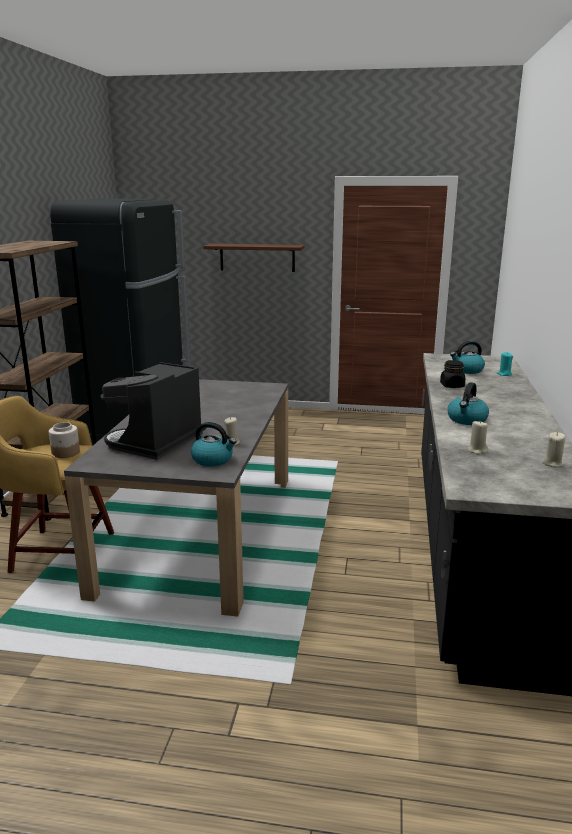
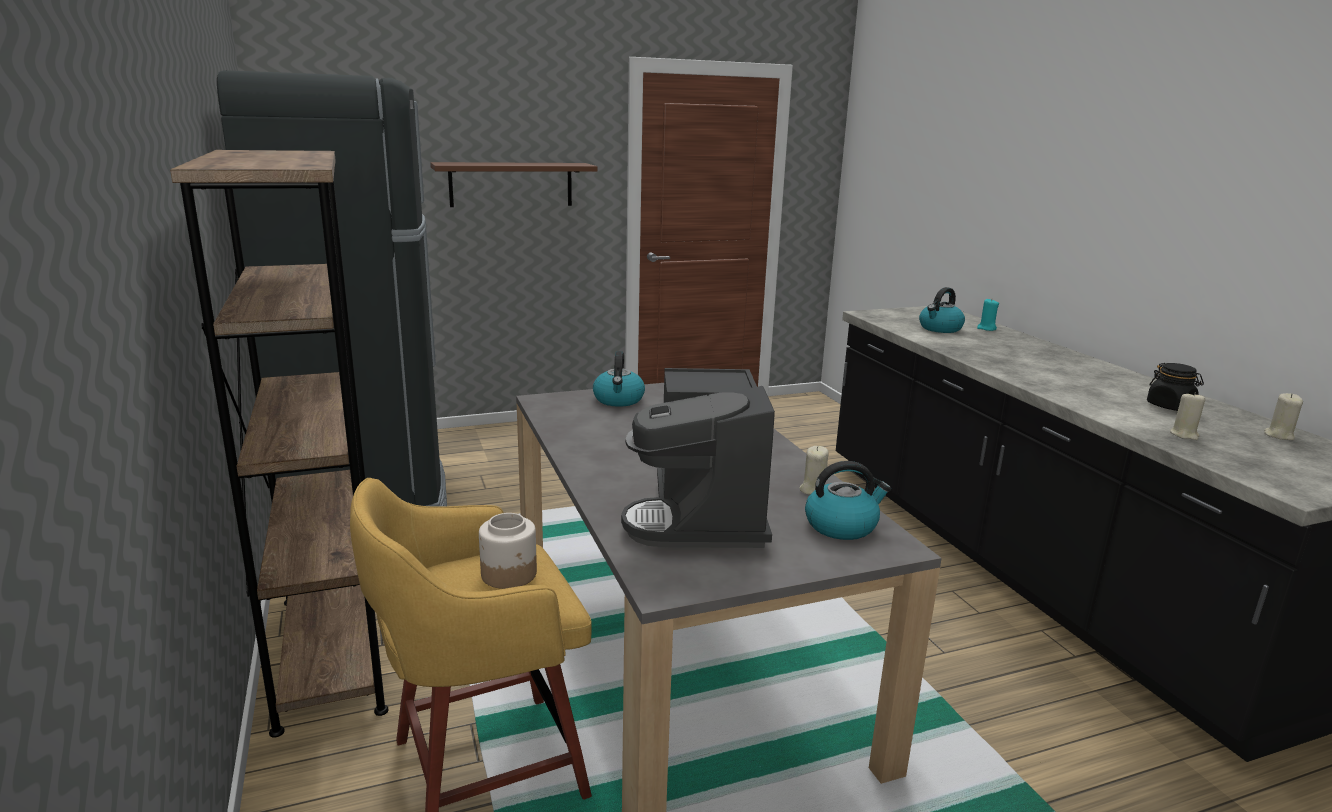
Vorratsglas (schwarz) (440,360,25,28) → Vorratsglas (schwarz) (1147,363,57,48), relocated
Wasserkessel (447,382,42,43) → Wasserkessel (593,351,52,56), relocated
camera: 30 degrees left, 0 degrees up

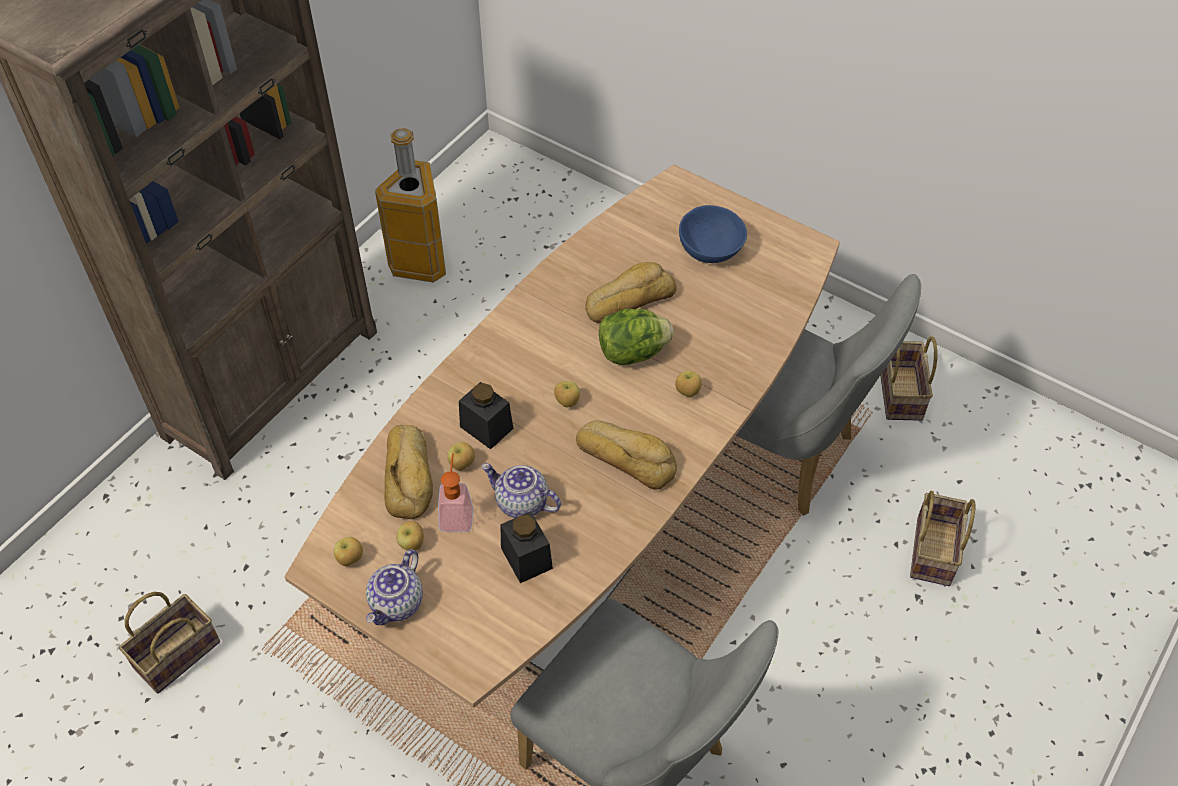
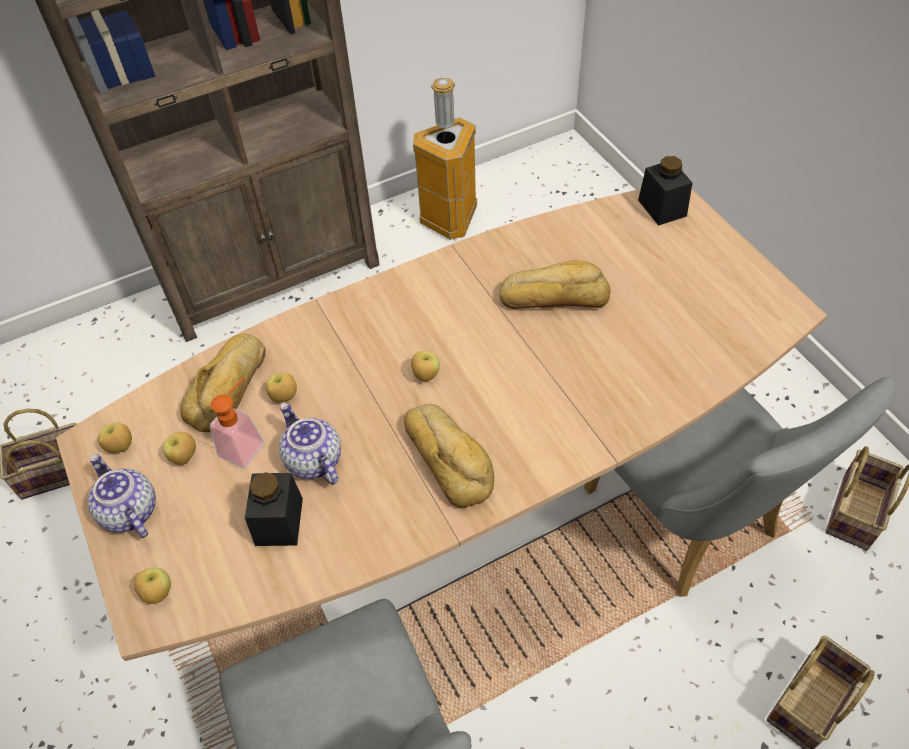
Teekanne (366,549,57,76) → Teekanne (88,454,68,84), 90 degrees clockwise
Vorratsglas (schwarz) (459,382,54,67) → Vorratsglas (schwarz) (638,156,54,70), relocated
Salatkopf (599,309,75,56) → -
Apfel (675,371,27,26) → Apfel (134,568,37,36), relocated
Schüssel (blau) (679,205,68,58) → -
camera: 30 degrees right, 0 degrees up

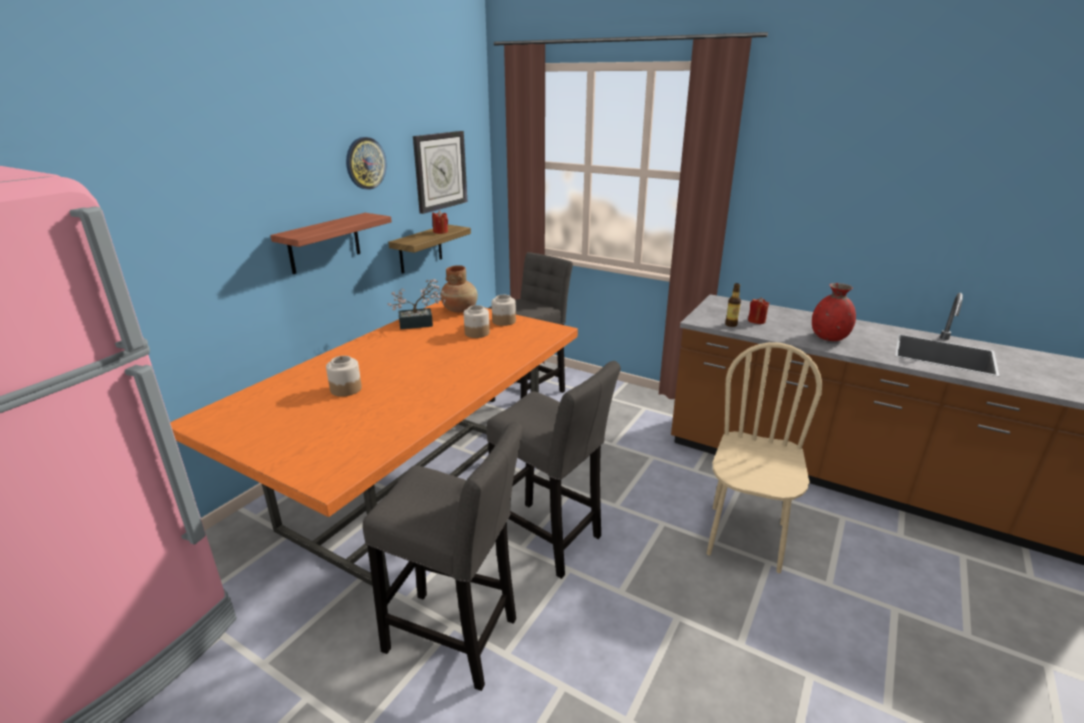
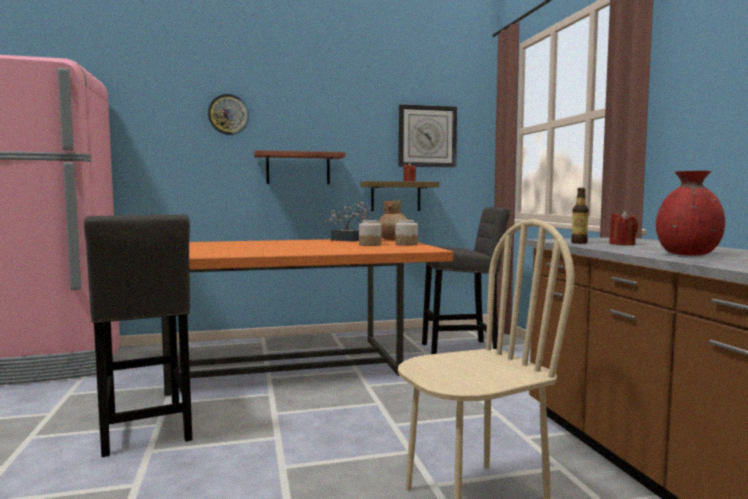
Vorratsglas (326,356,36,41) → -
Wanduhr (346,137,41,53) → Wanduhr (208,94,41,41), relocated
Hocker (grau) (487,361,134,218) → -
camera: 45 degrees right, 20 degrees down

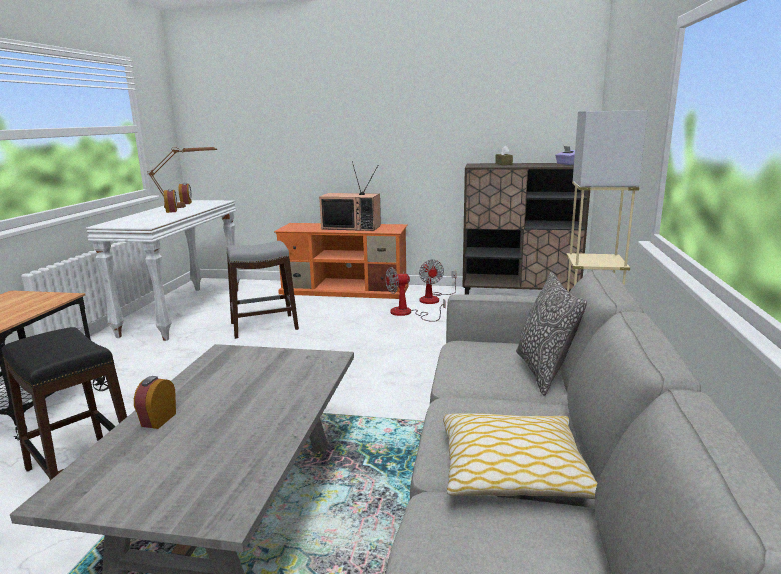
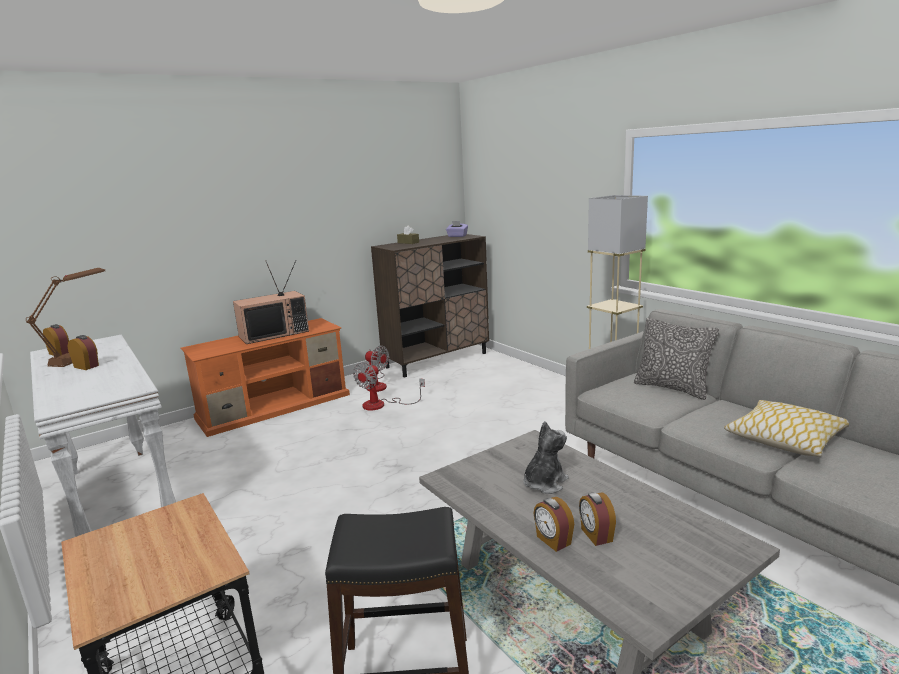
Hocker (grau) (226,241,73,98) → -
- → Plüschtier (523,421,46,73)
- → Wecker (579,492,37,54)
camera: 45 degrees left, 0 degrees up

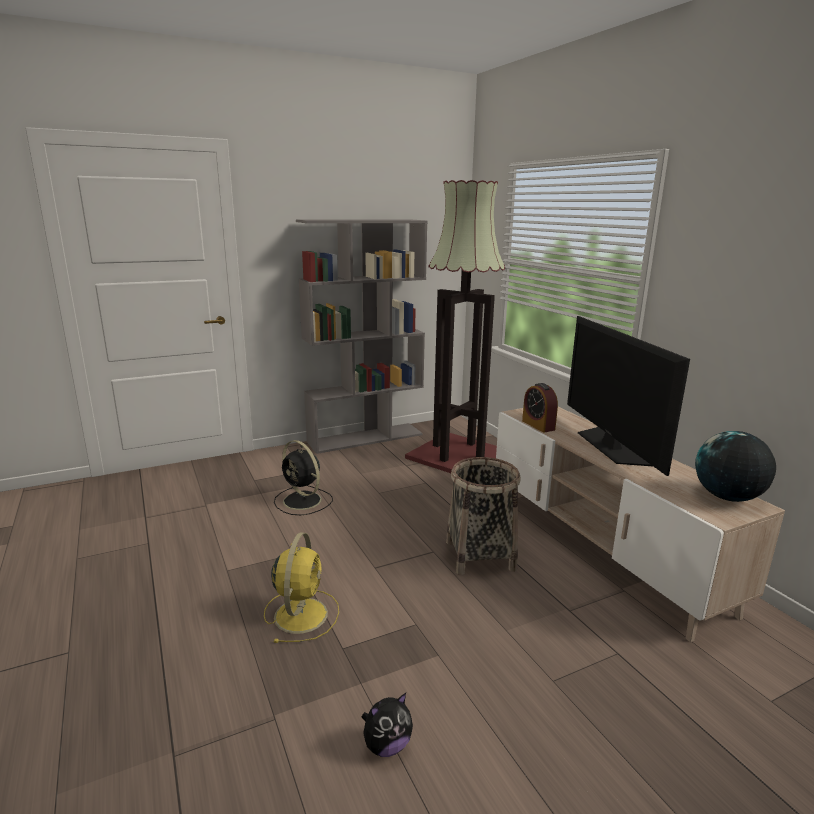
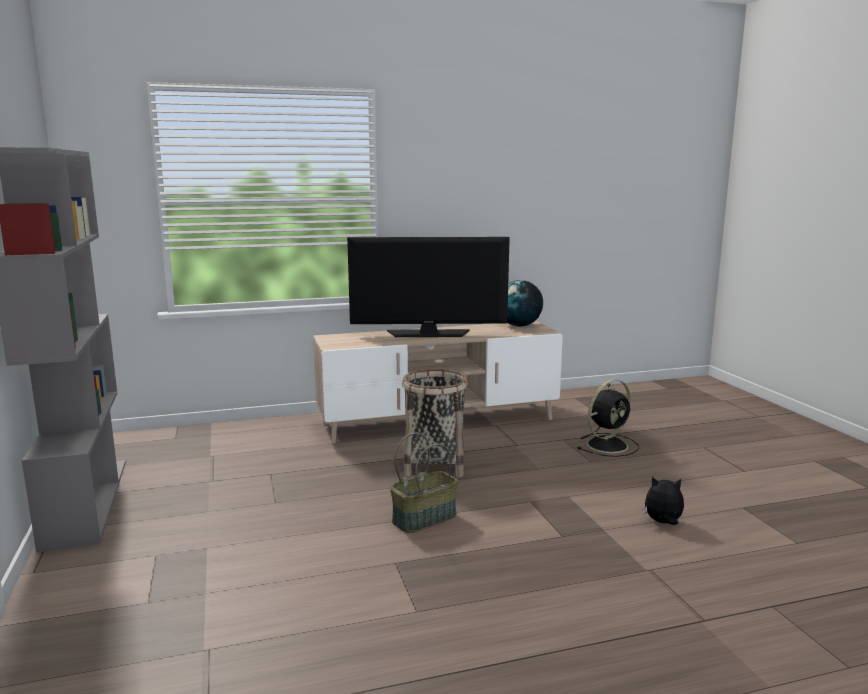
Ventilator (gelb) (264,532,75,111) → -
Ventilator (schwarz) (274,440,59,75) → Ventilator (schwarz) (578,379,61,78), relocated
Plüschtier (361,693,52,64) → Plüschtier (643,476,41,49), 60 degrees counterclockwise
Stehlampe (405,180,100,293) → -
Wecker (522,383,36,49) → -
- → Korb (390,432,68,101)
camera: 80 degrees left, 5 degrees down

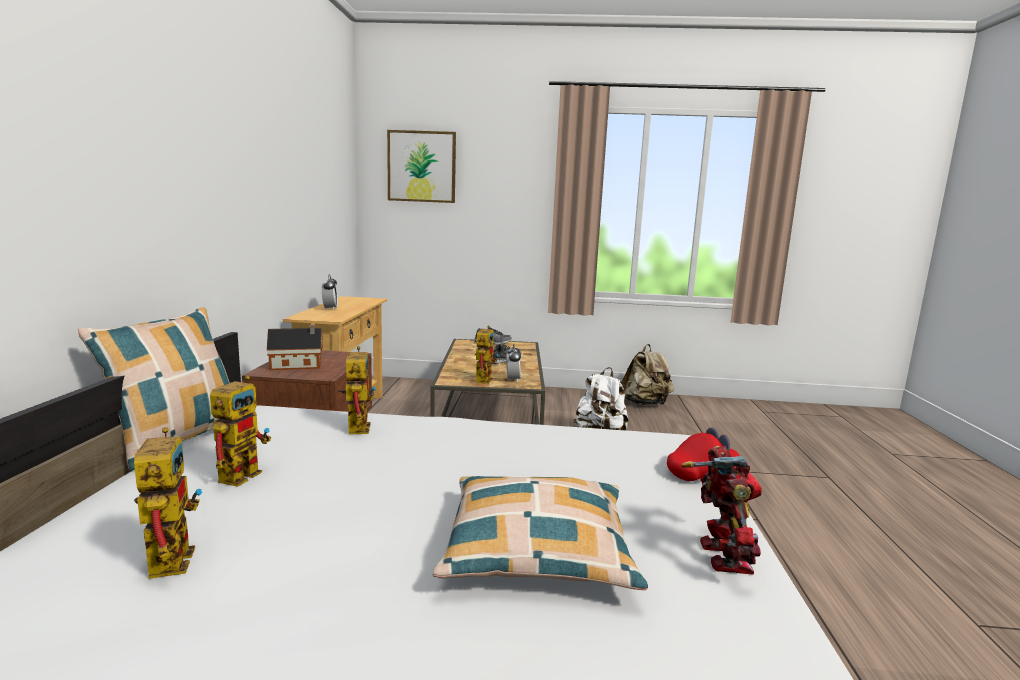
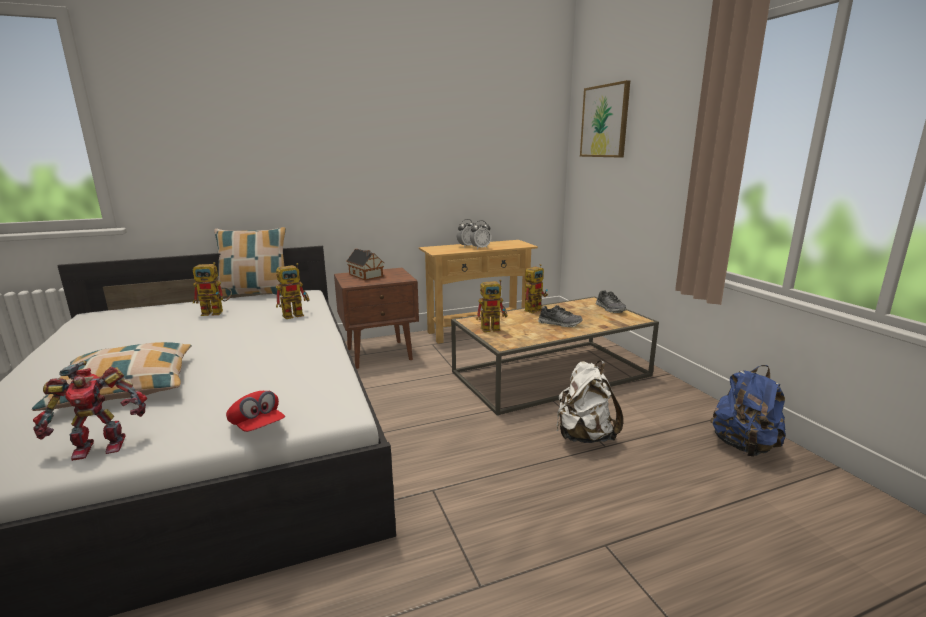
Spielzeugroboter (134,427,68,152) → Spielzeugroboter (525,264,23,49), relocated
Wecker (506,344,15,39) → Wecker (470,220,21,29), relocated
Rucksack (beige) (621,344,53,61) → Rucksack (blau) (711,365,75,92)
camera: 65 degrees right, 5 degrees up

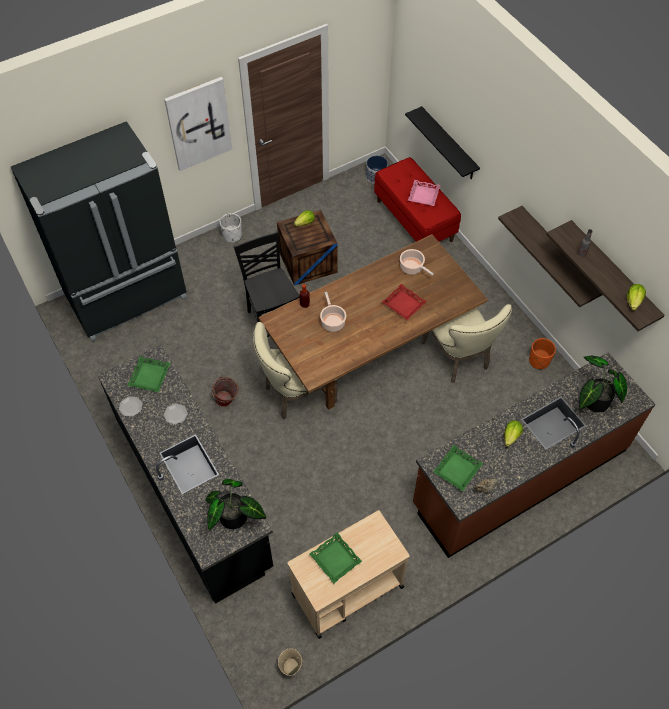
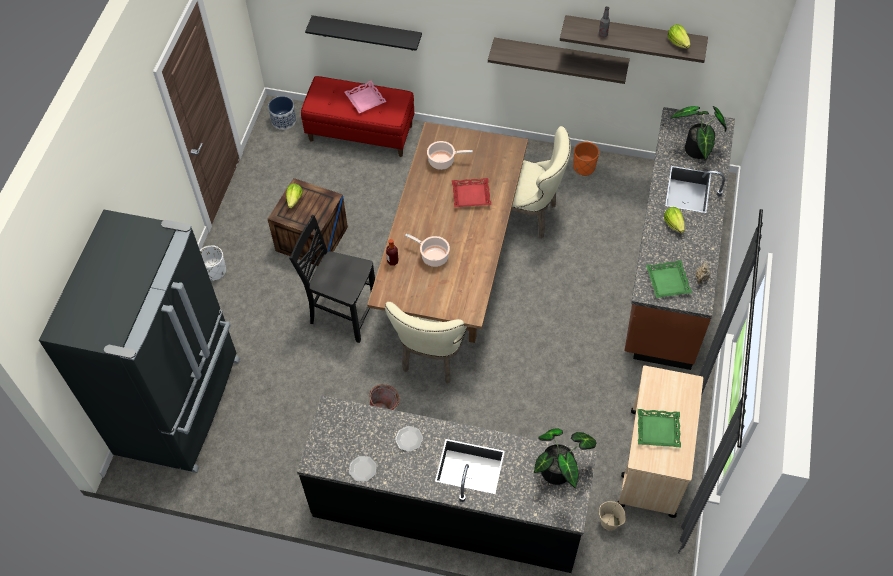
Tablett (grün) (127,356,43,37) → -
Bild (164,77,68,94) → -
Eimer (beige) (278,648,24,28) → Eimer (beige) (599,501,27,30), relocated
camera: 45 degrees left, 0 degrees up

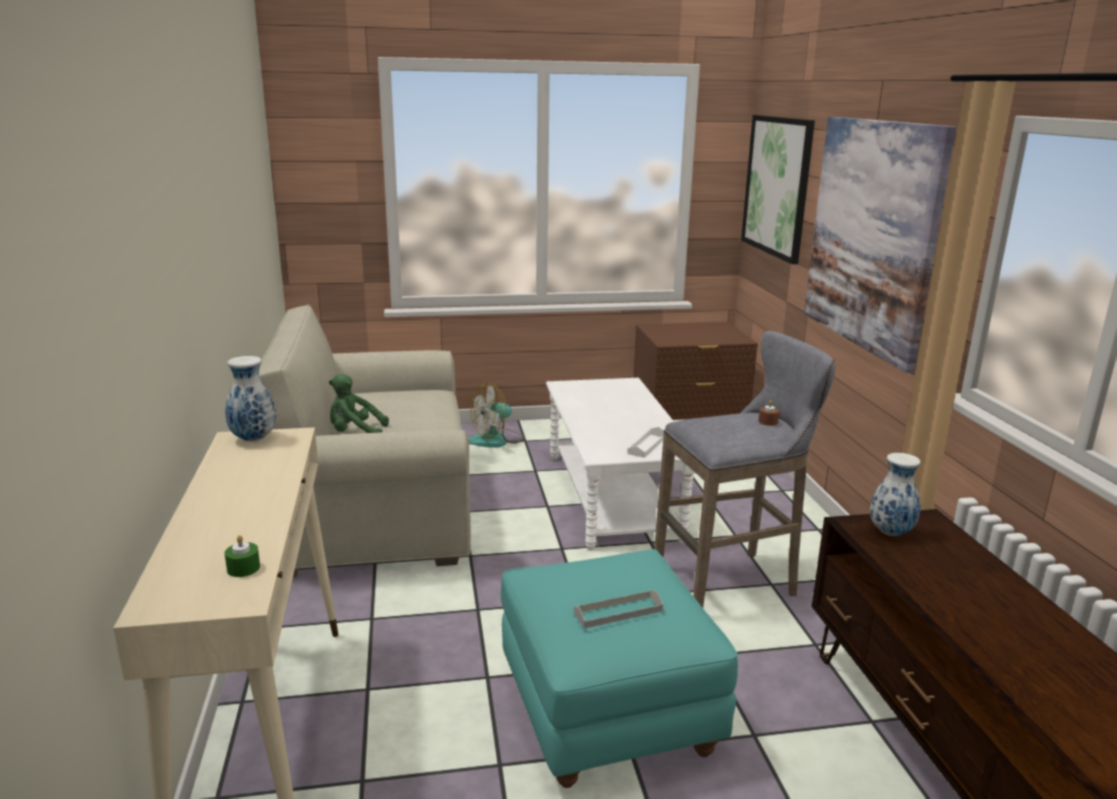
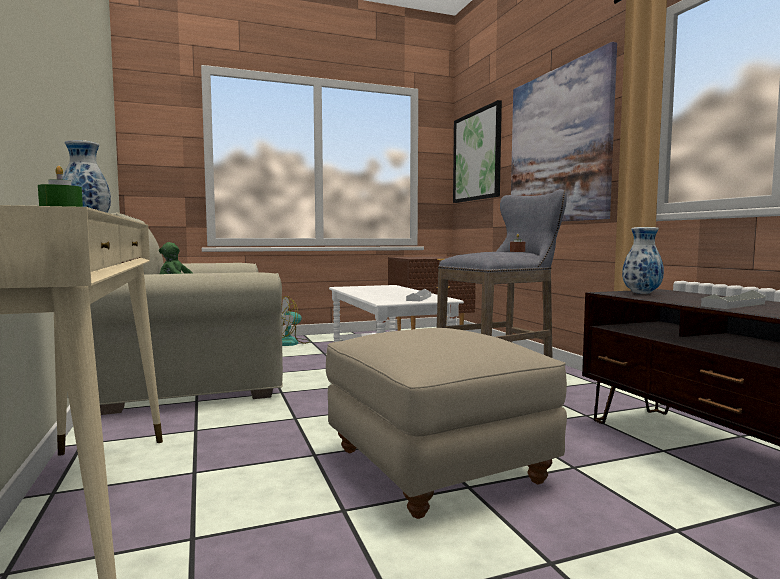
Polsterhocker (türkis) (501,549,237,239) → Polsterhocker (beige) (326,328,241,191)
Tablett (grau) (574,590,89,39) → Tablett (grau) (701,290,65,19), relocated
camera: 10 degrees left, 15 degrees down

